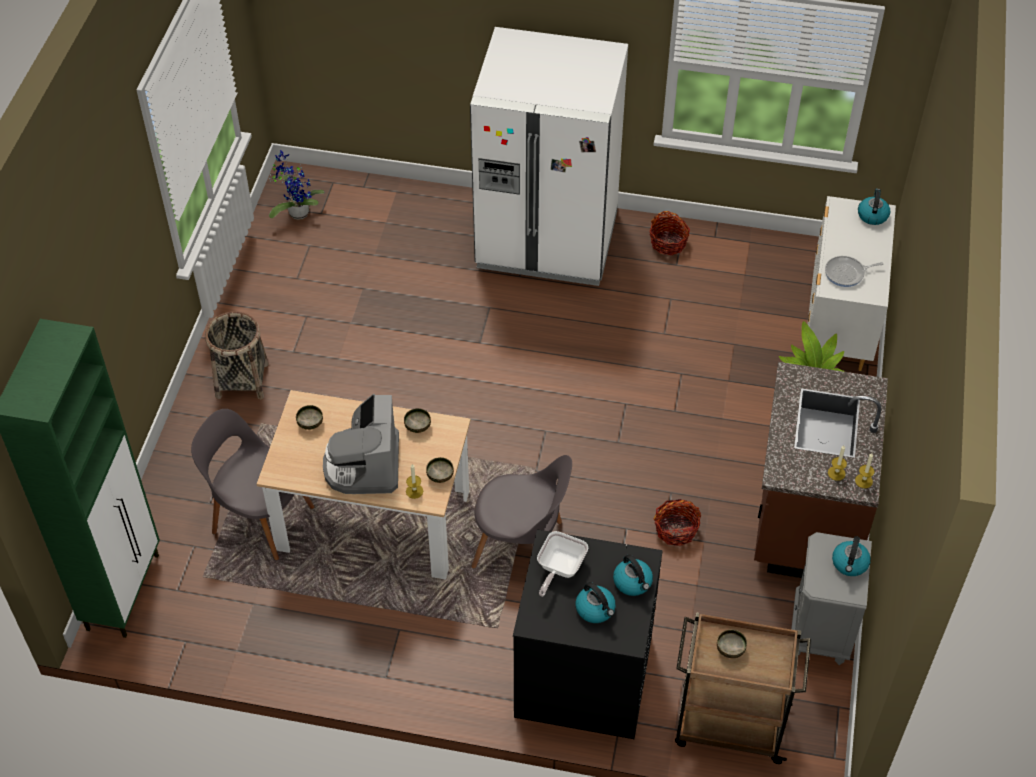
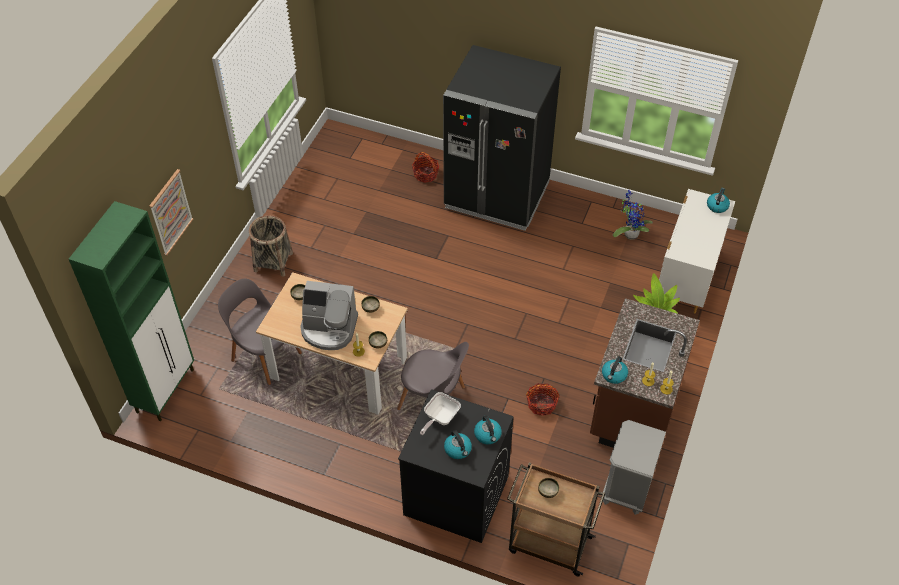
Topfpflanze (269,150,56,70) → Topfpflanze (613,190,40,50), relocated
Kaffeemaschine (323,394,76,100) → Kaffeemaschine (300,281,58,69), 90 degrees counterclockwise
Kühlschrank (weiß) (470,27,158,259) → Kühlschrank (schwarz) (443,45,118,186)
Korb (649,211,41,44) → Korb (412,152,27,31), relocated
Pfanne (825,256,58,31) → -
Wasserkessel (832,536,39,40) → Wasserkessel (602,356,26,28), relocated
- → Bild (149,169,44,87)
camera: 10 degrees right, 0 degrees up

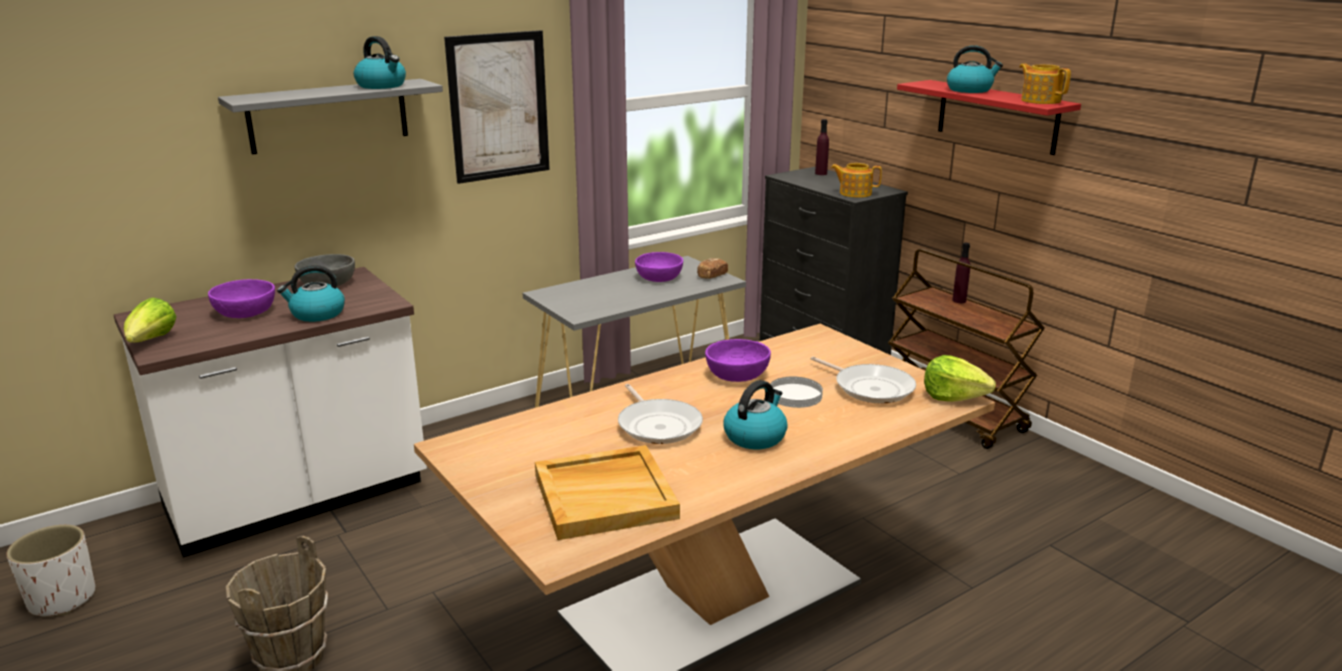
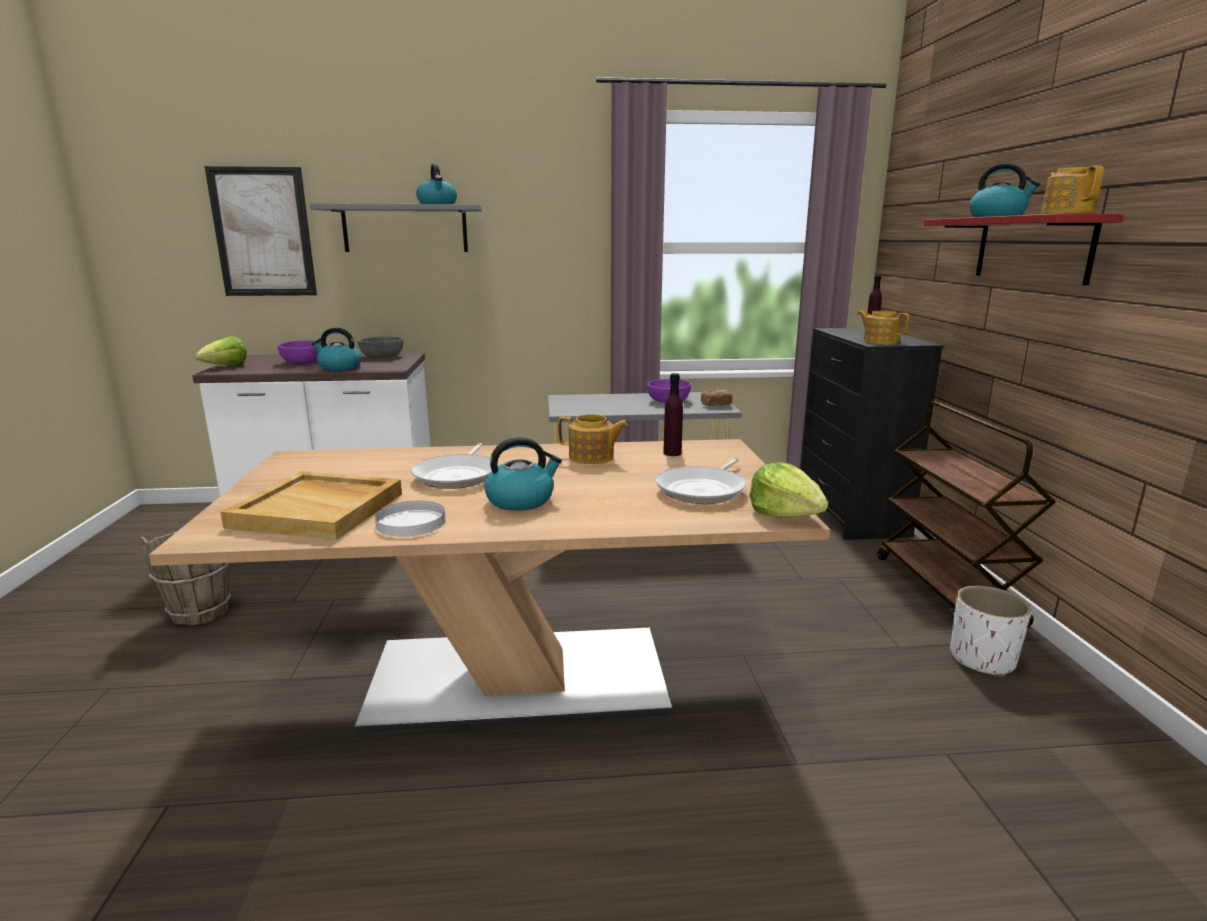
Pflanzkübel (weiß) (6,525,90,91) → Pflanzkübel (weiß) (950,586,82,91), relocated
Bild (444,30,106,154) → Bild (205,166,112,130), relocated
Schüssel (lila) (705,339,66,43) → Teekanne (558,414,70,50)
Teller (weiß) (770,377,53,31) → Teller (weiß) (375,501,71,36), relocated
Pfanne (810,357,106,46) → Pfanne (655,458,91,46), 45 degrees clockwise
Flasche (lila) (952,243,18,60) → Flasche (lila) (663,373,20,83), relocated
camera: 30 degrees right, 5 degrees down

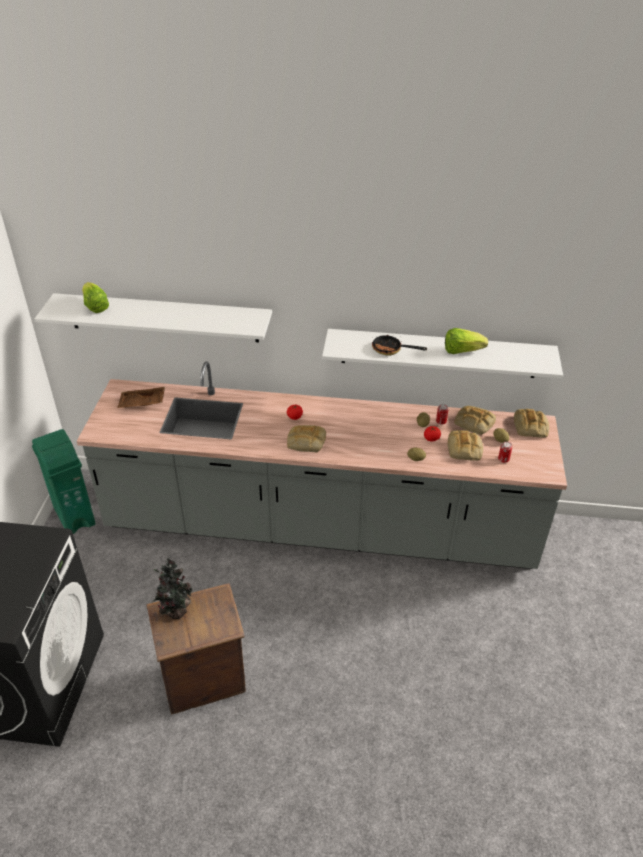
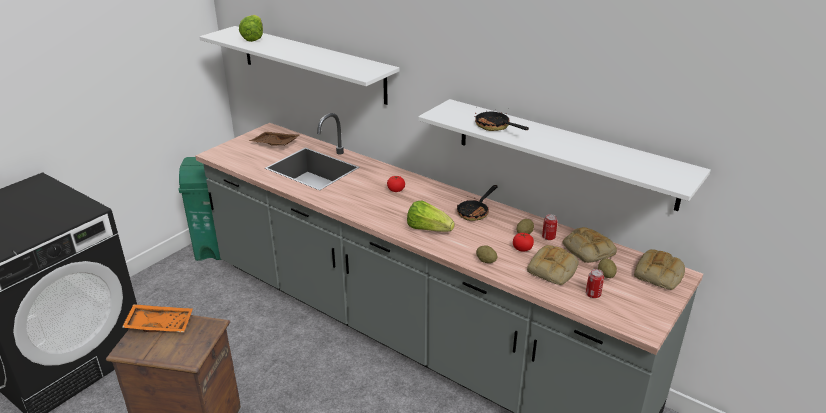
Topfpflanze (152,558,41,61) → Tablett (orange) (122,304,71,28)
Brot (287,425,39,27) → -
Salatkopf (445,328,43,26) → Salatkopf (407,200,48,32), relocated
- → Pfanne (457,185,41,36)
camera: 30 degrees right, 10 degrees down

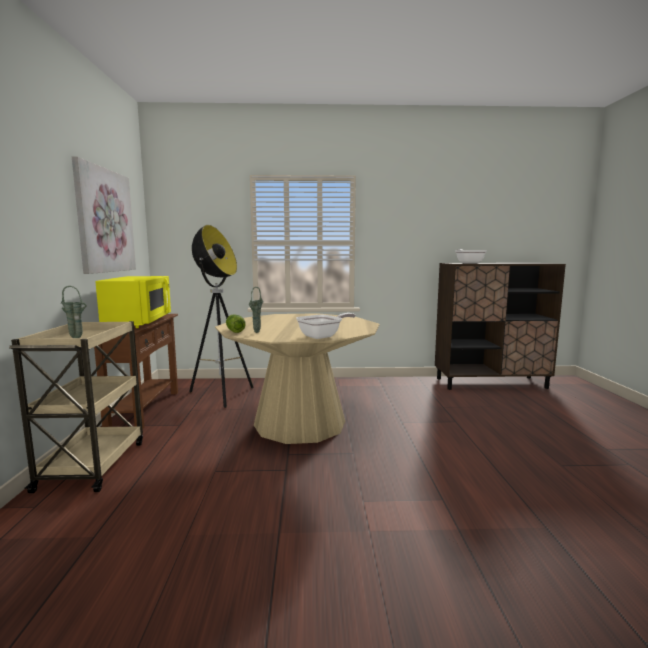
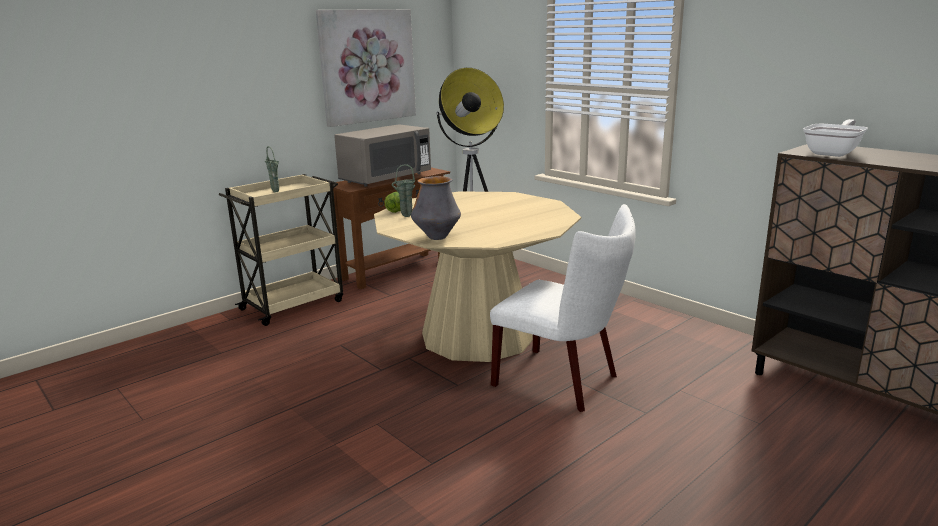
Mikrowelle (gelb) (96,276,75,52) → Mikrowelle (grau) (334,124,97,63)
Pfanne (296,313,59,26) → Vase (411,176,50,64)
- → Stuhl (weiß) (490,204,146,208)
camera: 50 degrees right, 10 degrees up

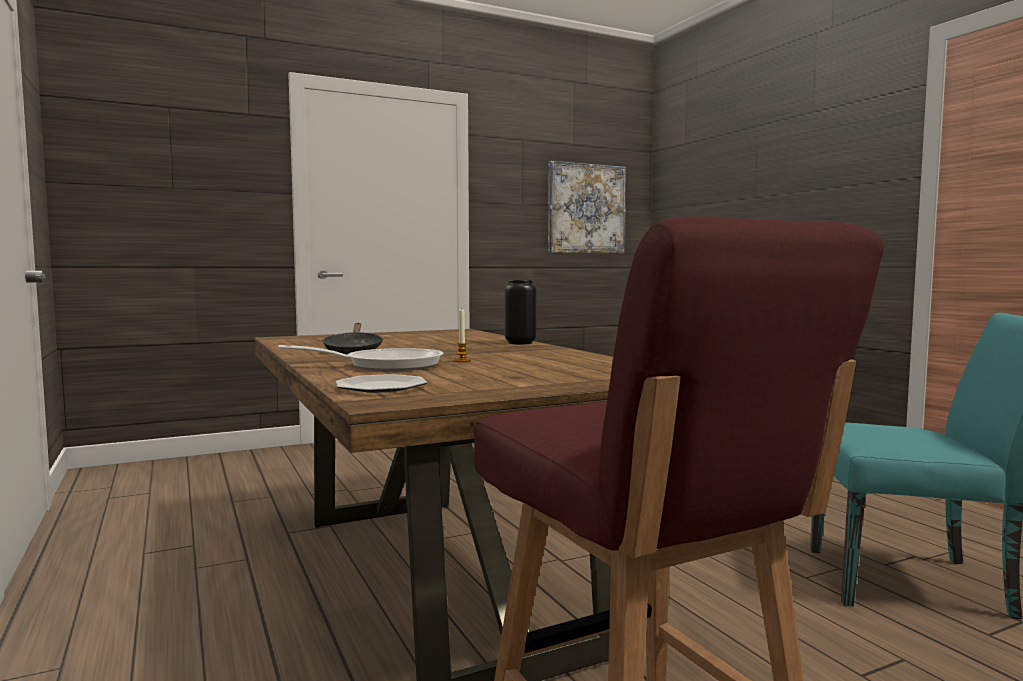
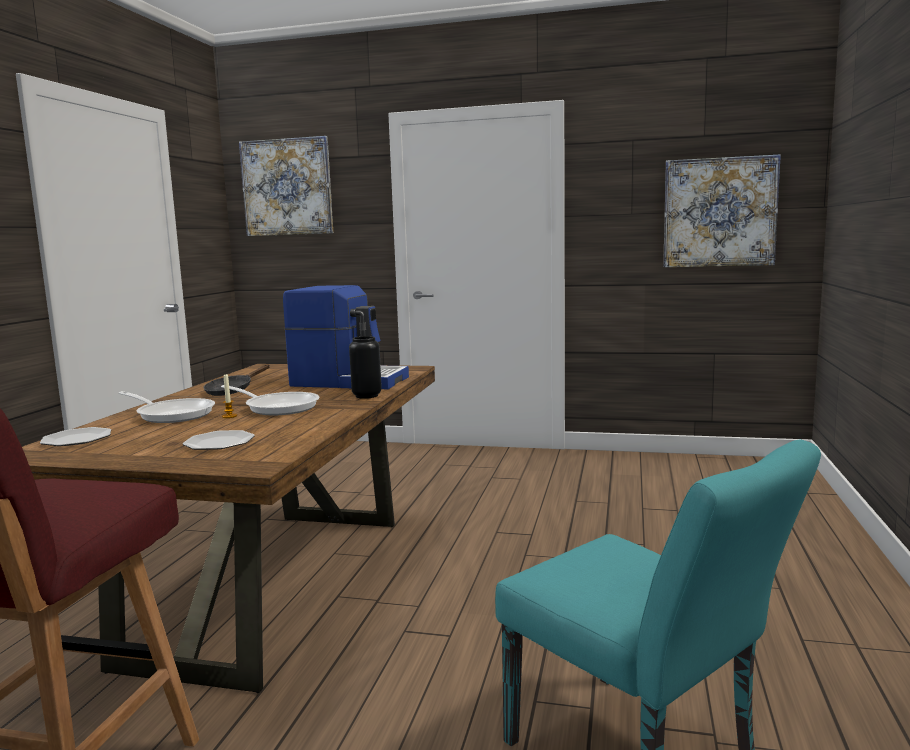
- → Teller (183,430,72,20)
- → Pfanne (221,385,98,30)
- → Bild (239,136,94,100)
- → Kaffeemaschine (283,285,126,104)
camera: 40 degrees right, 5 degrees up

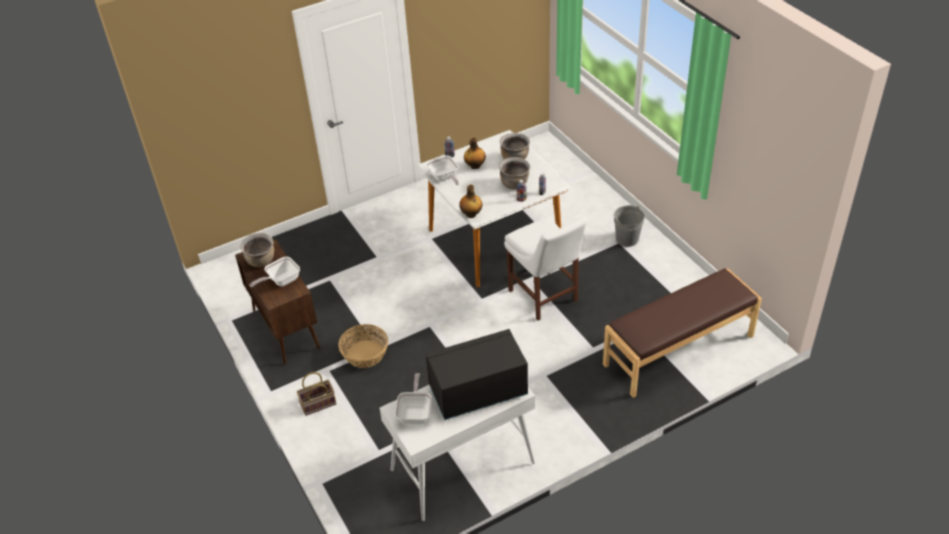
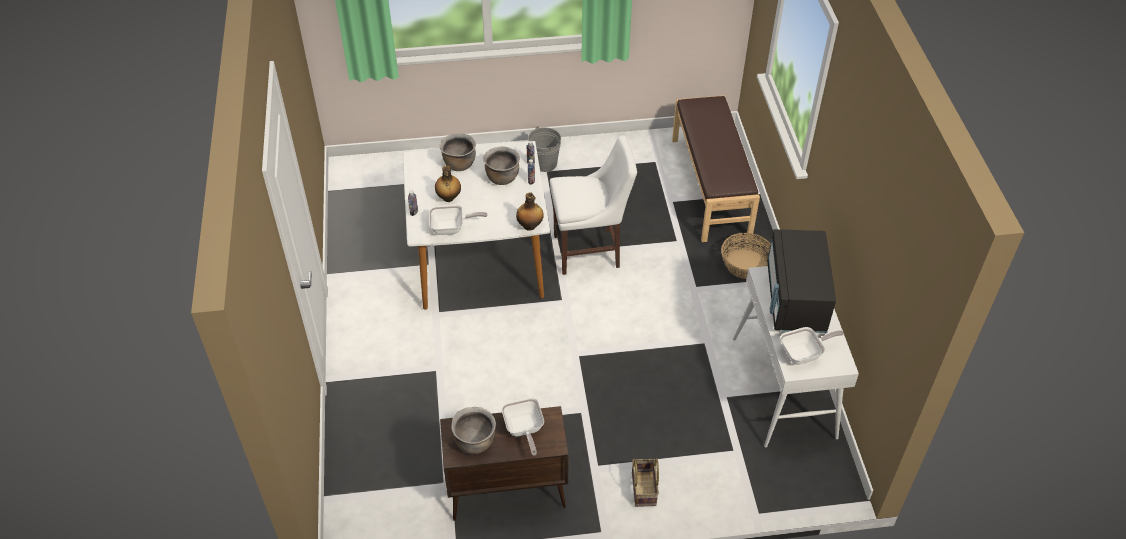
Korb (338,324,50,44) → Korb (721,233,50,46), relocated
Pfanne (395,373,37,51) → Pfanne (780,327,64,38), 135 degrees clockwise
camera: 70 degrees left, 5 degrees up

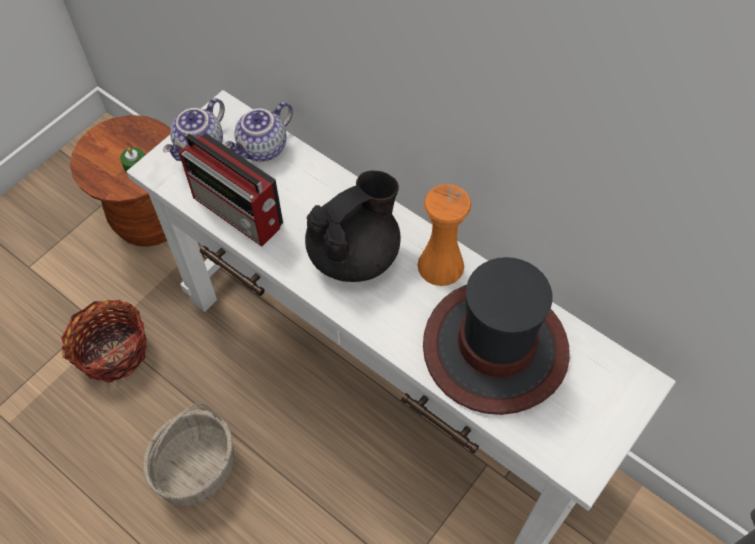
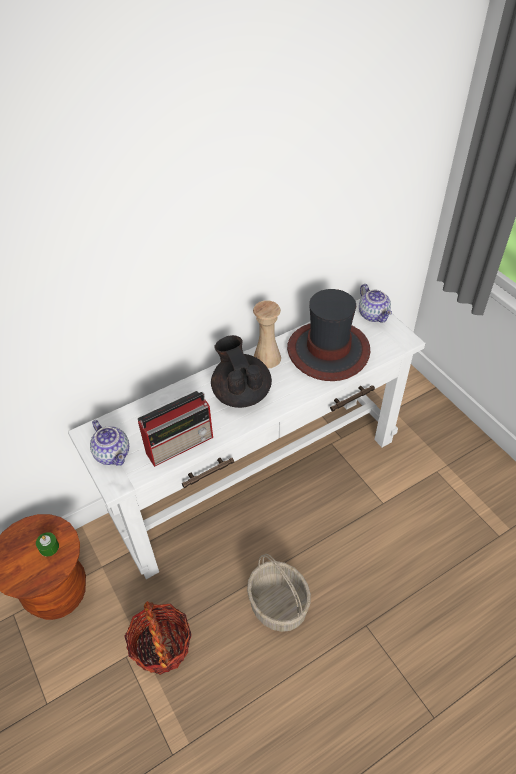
Teekanne (224,102,69,59) → Teekanne (359,284,33,39), relocated
Vase (orange) (417,184,54,102) → Vase (beige) (253,300,28,68)
camera: 70 degrees left, 10 degrees down

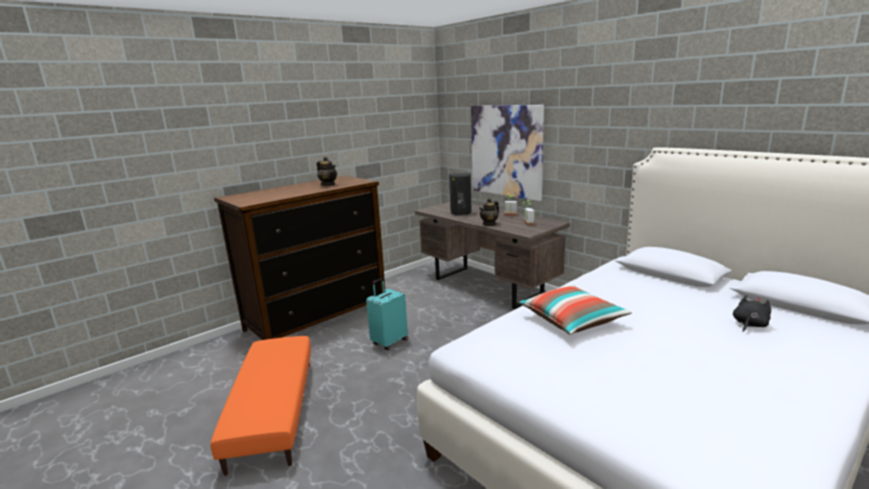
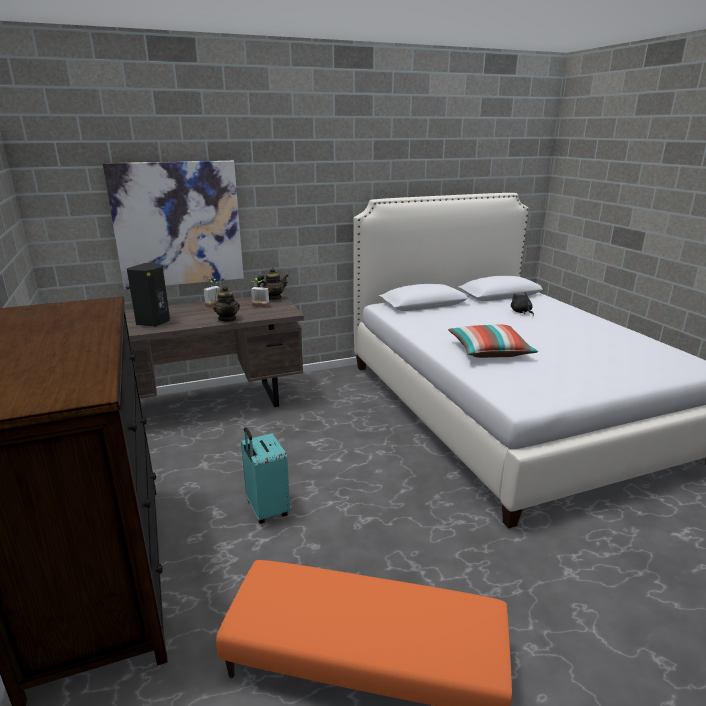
Teekanne (317,156,20,29) → Teekanne (257,268,32,32), relocated
camera: 70 degrees left, 5 degrees up

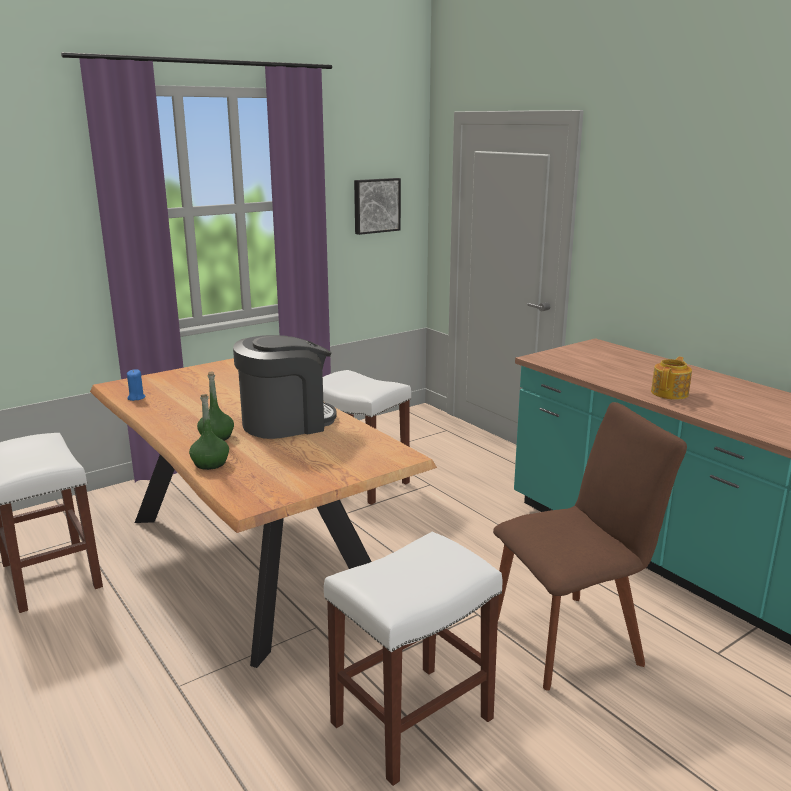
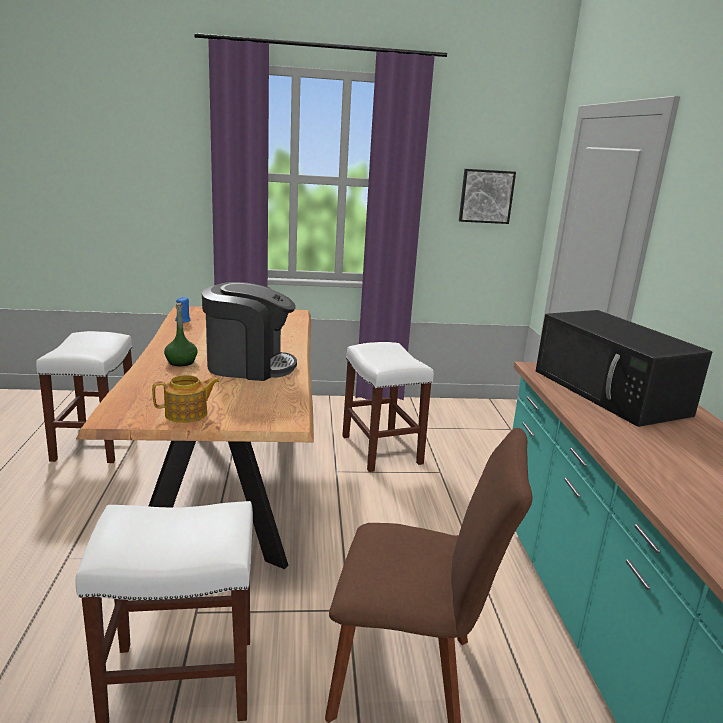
Flasche (grün) (189,394,40,76) → -
Teekanne (651,357,41,42) → Teekanne (152,375,68,48), relocated
- → Mikrowelle (schwarz) (536,310,176,117)
camera: 30 degrees right, 0 degrees up

